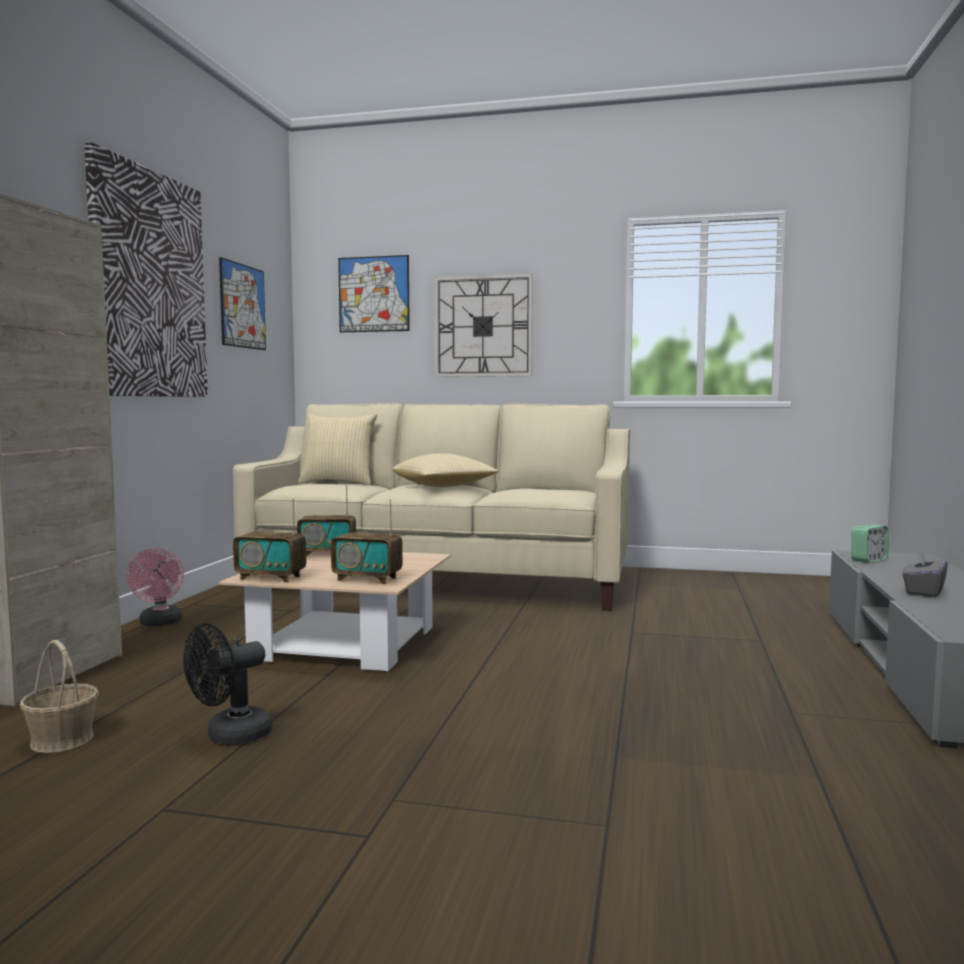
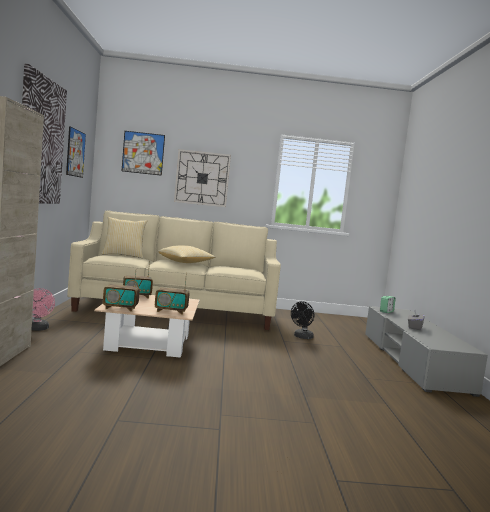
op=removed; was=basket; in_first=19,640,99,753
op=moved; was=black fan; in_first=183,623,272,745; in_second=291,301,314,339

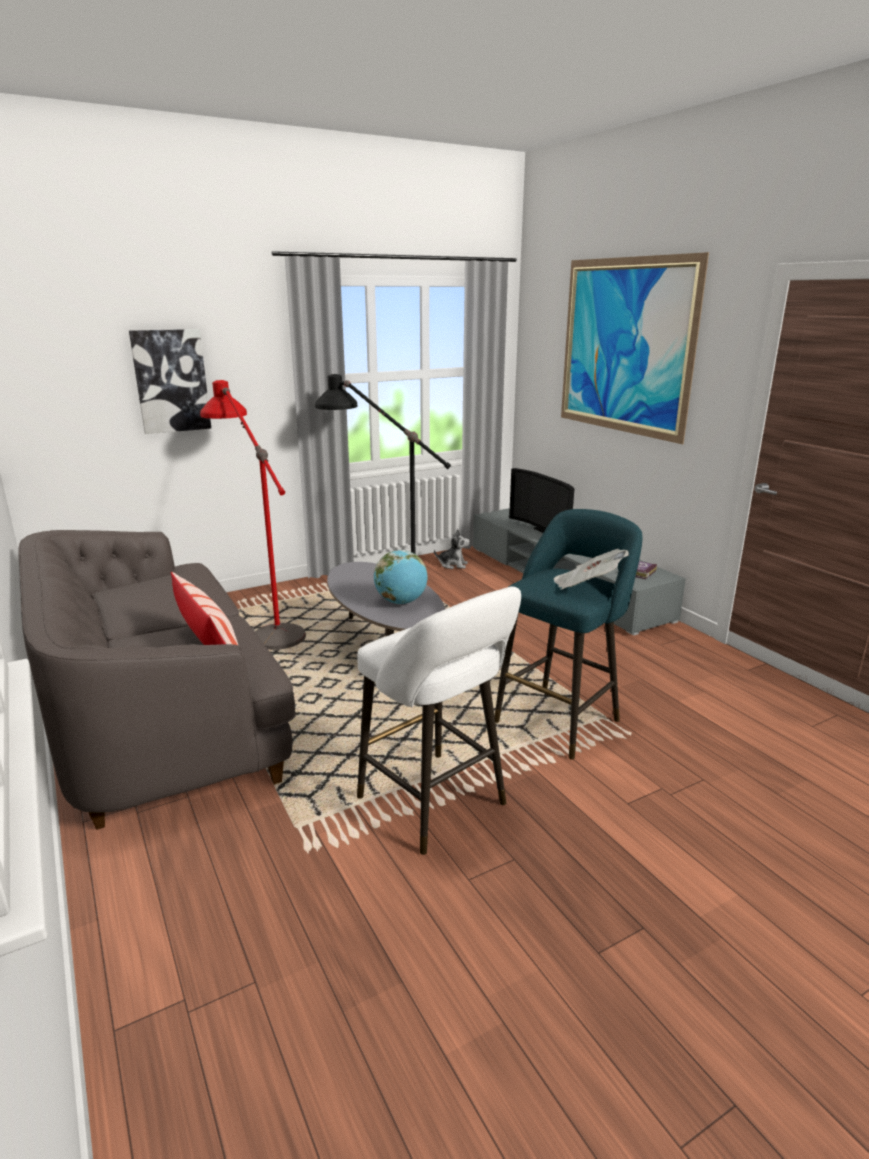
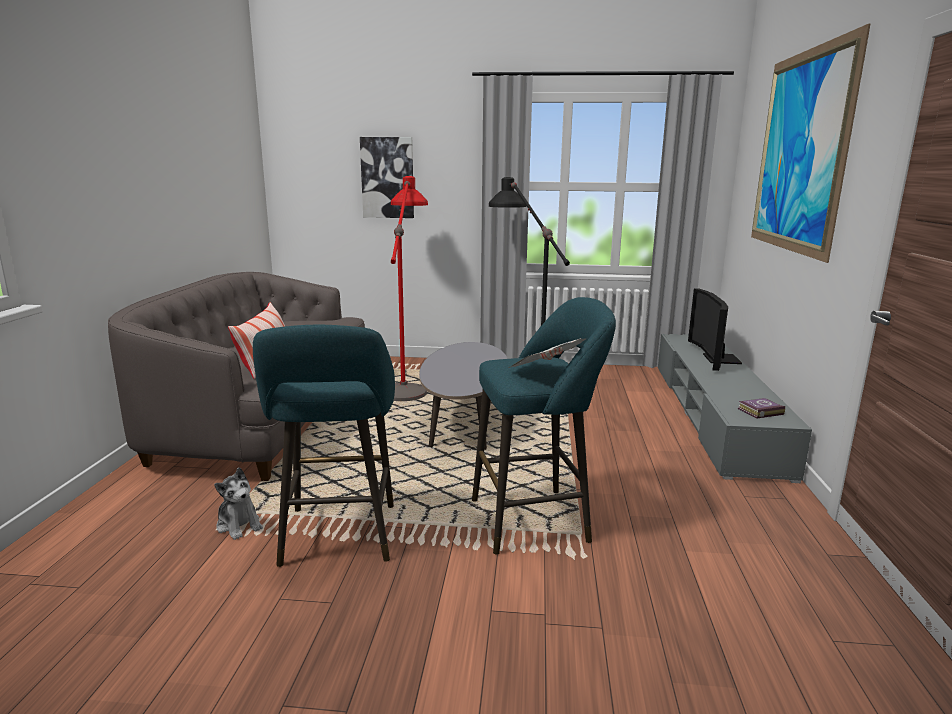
op=recoloured; was=white stool; now=turquoise stool; in_first=357,586,521,855; in_second=253,325,395,567
op=removed; was=globe; in_first=374,550,428,604
op=moved; was=plush toy; in_first=434,529,470,569; in_second=214,467,263,540

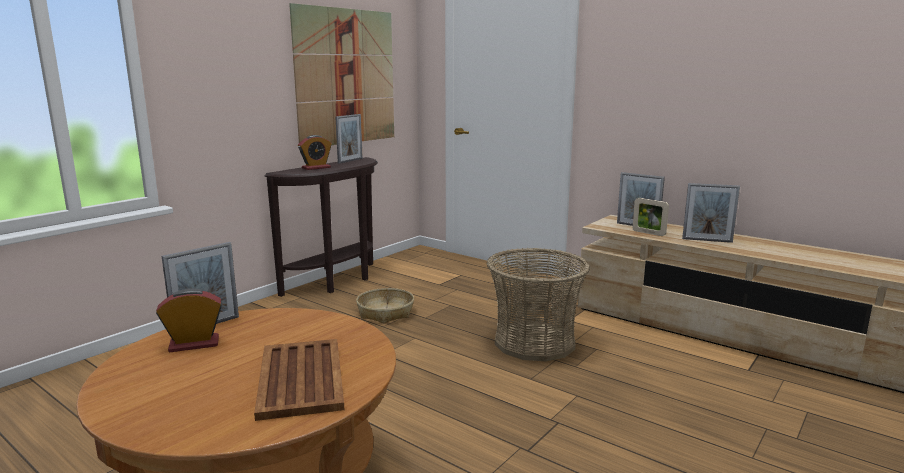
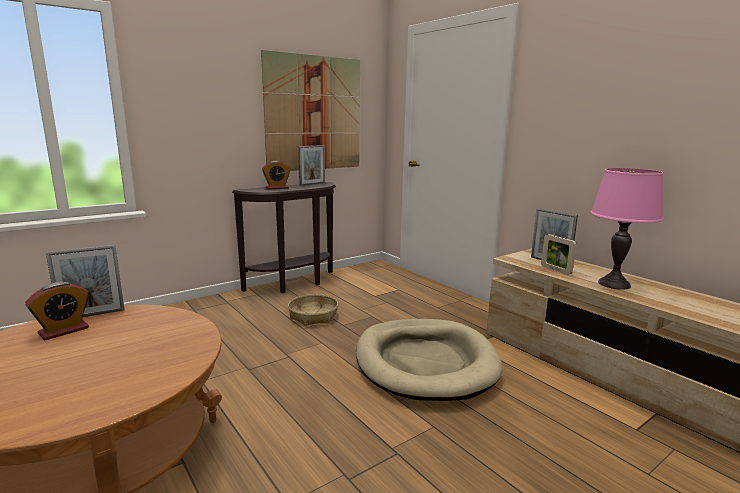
op=turned; was=alarm clock; in_first=156,288,222,352; in_second=25,282,89,340; clockwise=135
op=removed; was=brown tray; in_first=254,339,344,421
op=replaced; was=basket; now=beige dog bed; in_first=487,248,590,361; in_second=356,319,502,401
op=replaced; was=picture frame; now=pink table lamp; in_first=682,183,740,243; in_second=590,168,664,290

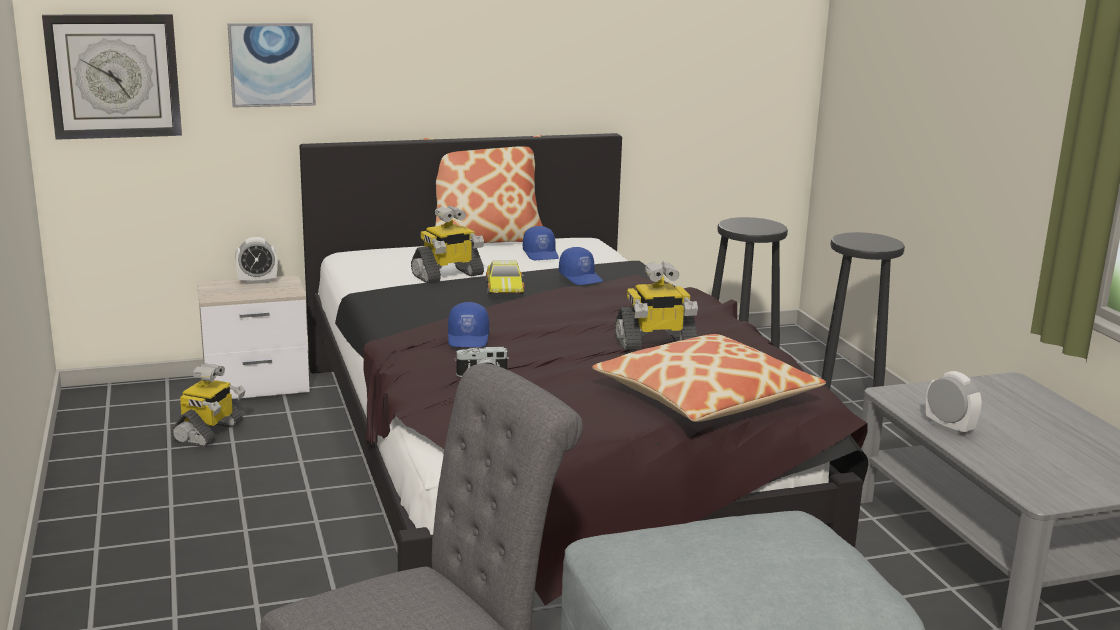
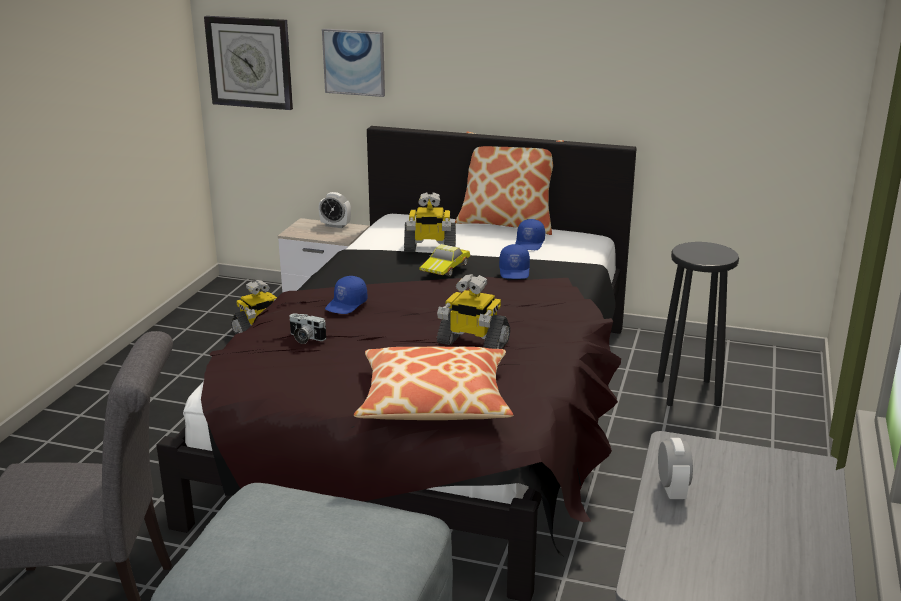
op=removed; was=black stool; in_first=822,232,905,389

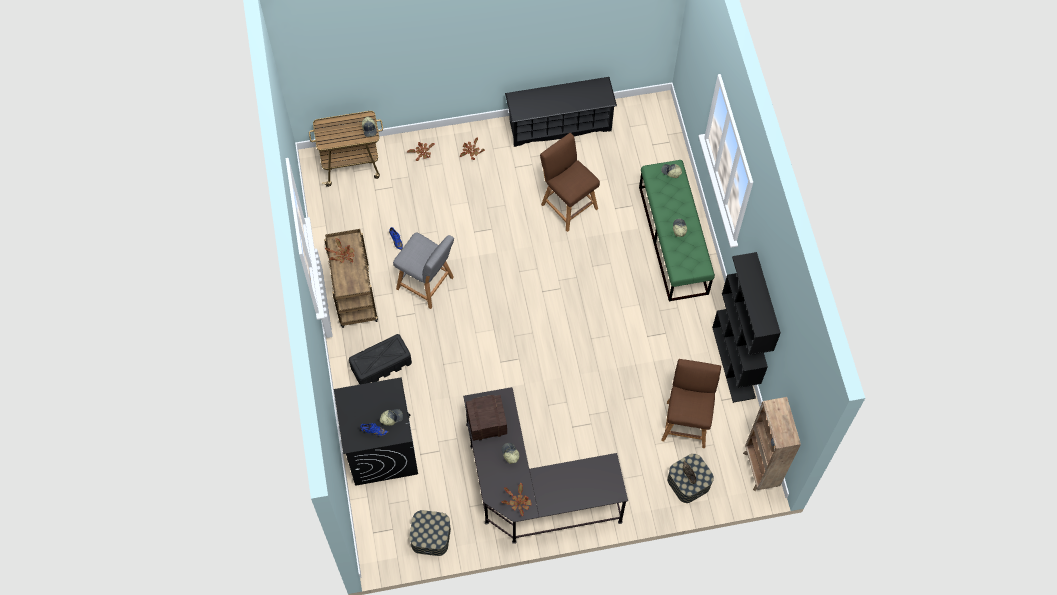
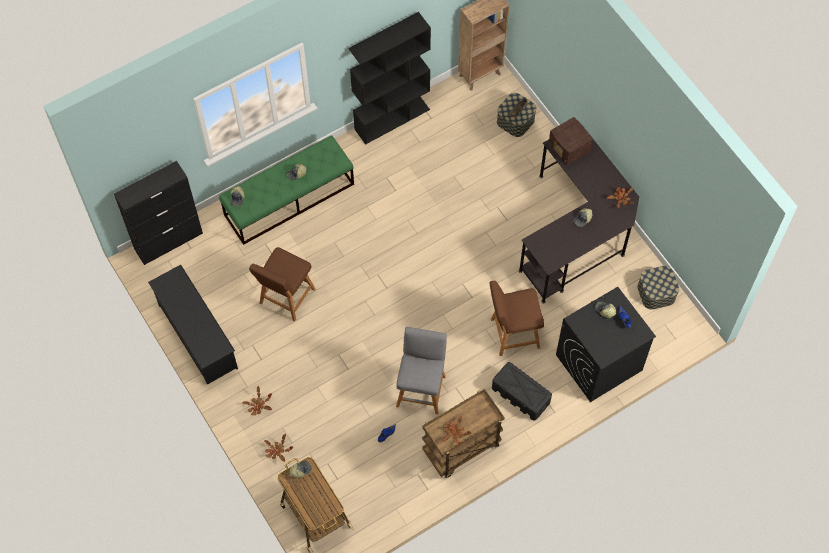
op=moved; was=radio; in_first=466,395,507,441; in_second=549,117,593,165
op=moved; was=brown stool; in_first=661,359,721,448; in_second=489,281,544,356
op=added; now=black cabinet; in_second=114,161,203,265

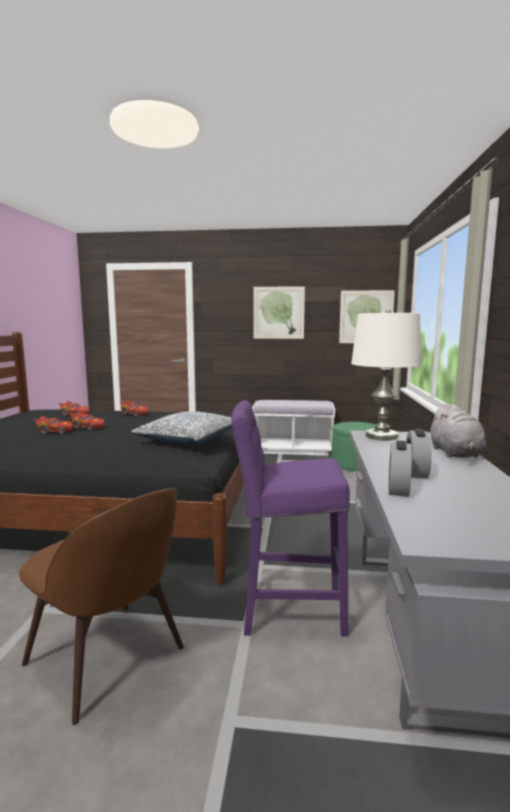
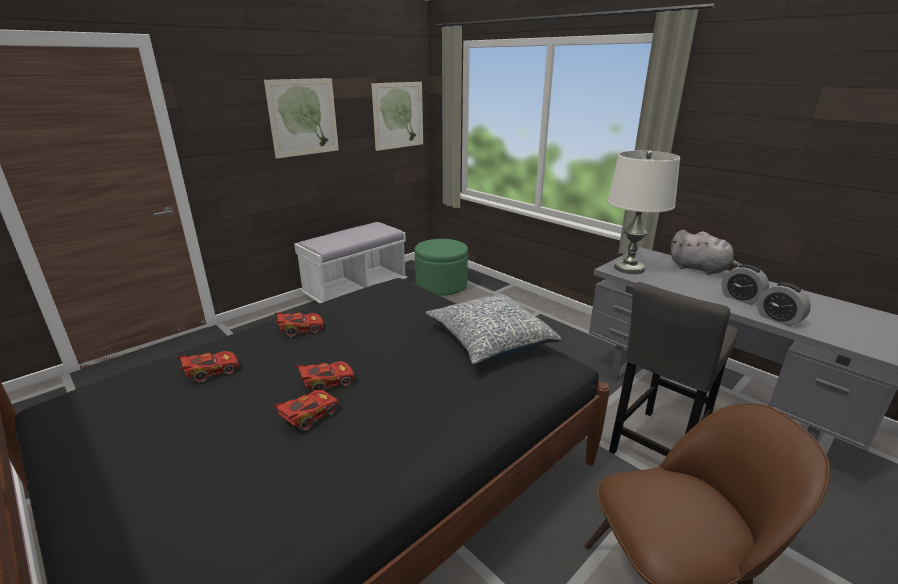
op=recoloured; was=purple stool; now=grey stool; in_first=231,400,350,637; in_second=609,282,738,456

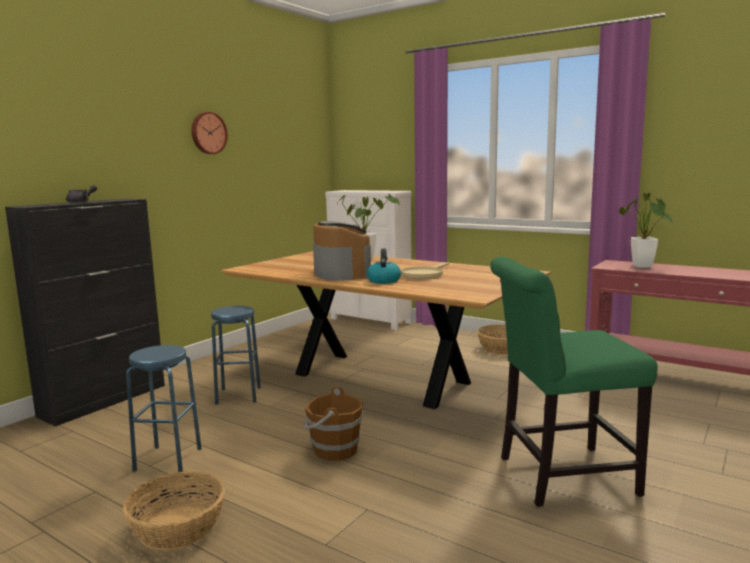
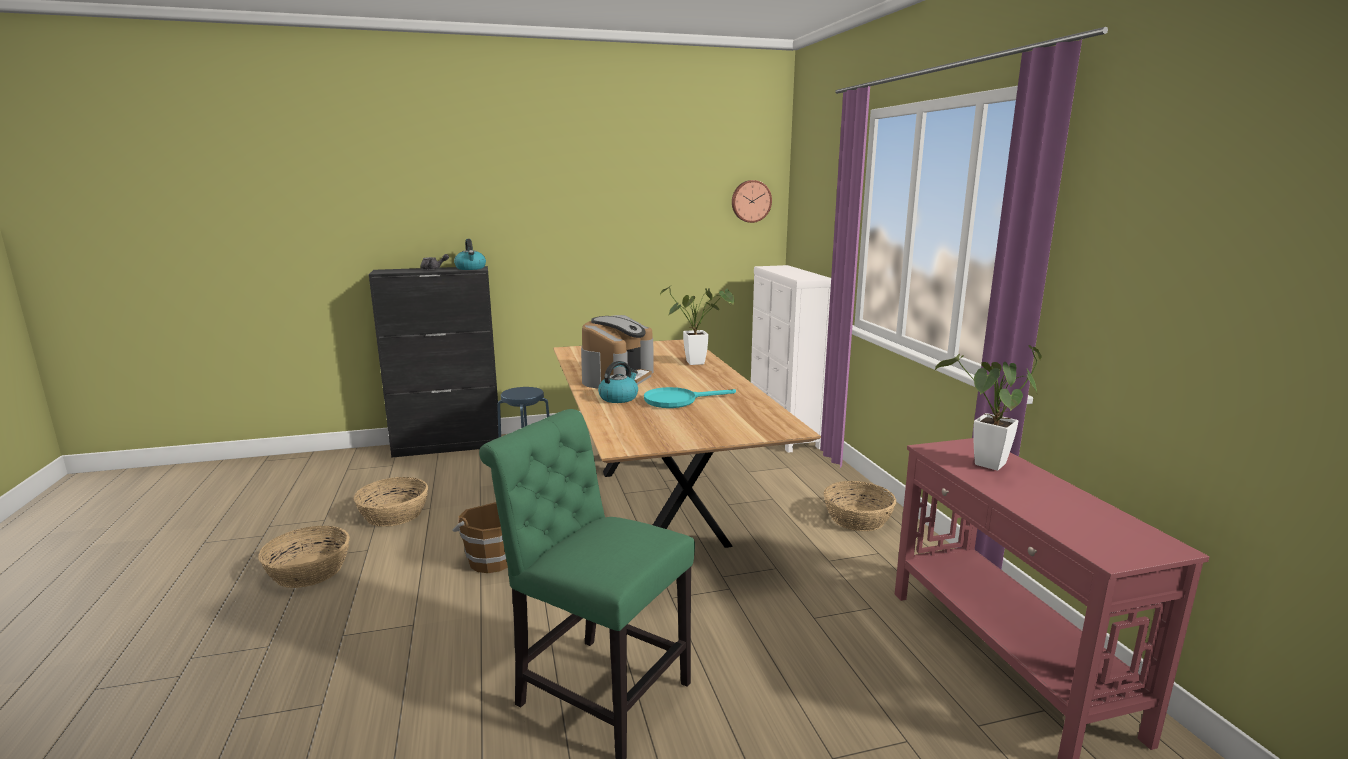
op=replaced; was=blue stool; now=basket; in_first=126,345,202,472; in_second=354,477,428,527
op=moved; was=wall clock; in_first=192,112,228,154; in_second=732,180,772,223
op=recoloured; was=beige frying pan; now=turquoise frying pan; in_first=401,262,449,279; in_second=644,387,736,408
op=added; now=kettle; in_second=454,239,486,270

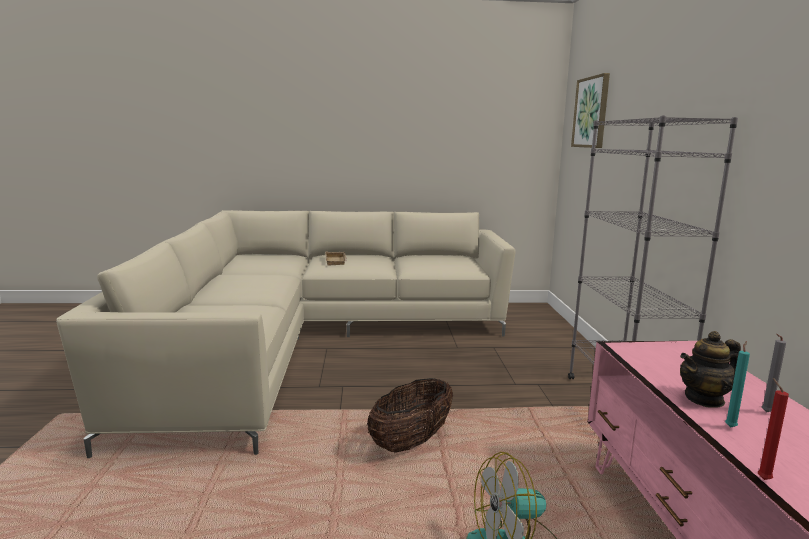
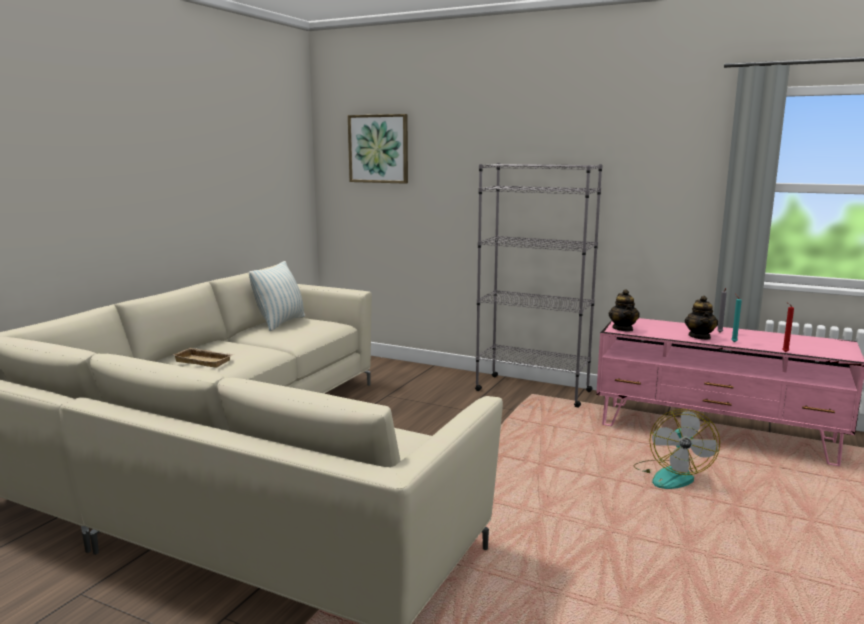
op=removed; was=basket; in_first=367,378,453,453
op=added; now=pillow; in_second=249,261,305,331
op=added; now=teapot; in_second=608,289,640,332

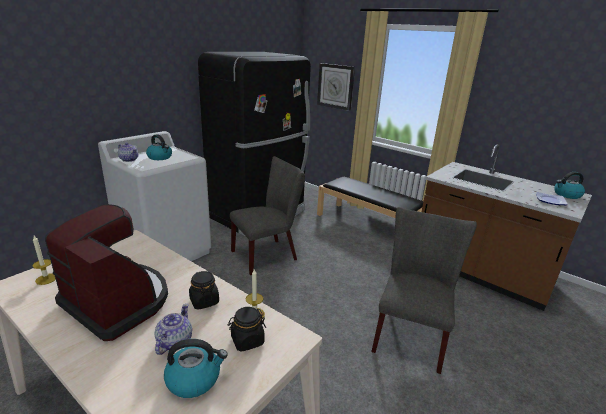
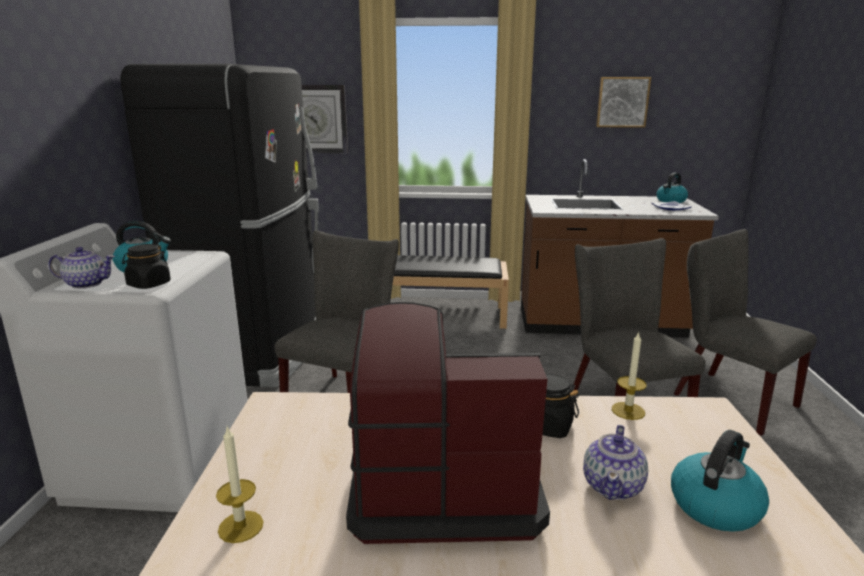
op=turned; was=teapot; in_first=155,304,192,355; in_second=583,425,648,500; clockwise=-135
op=moved; was=black jar; in_first=227,307,266,352; in_second=122,244,171,289
op=added; now=picture; in_second=596,77,651,128
op=added; now=grey chair; in_second=674,229,817,436

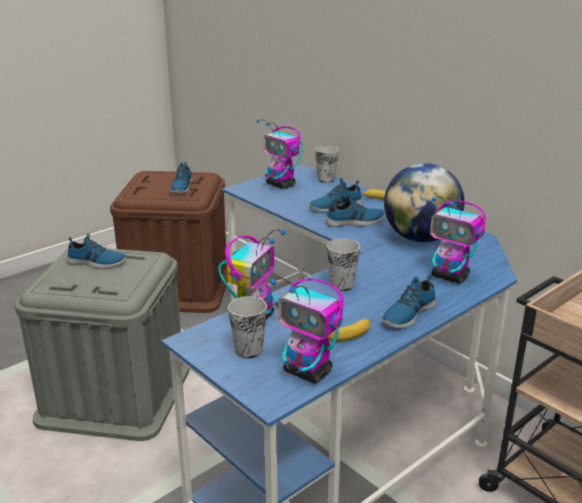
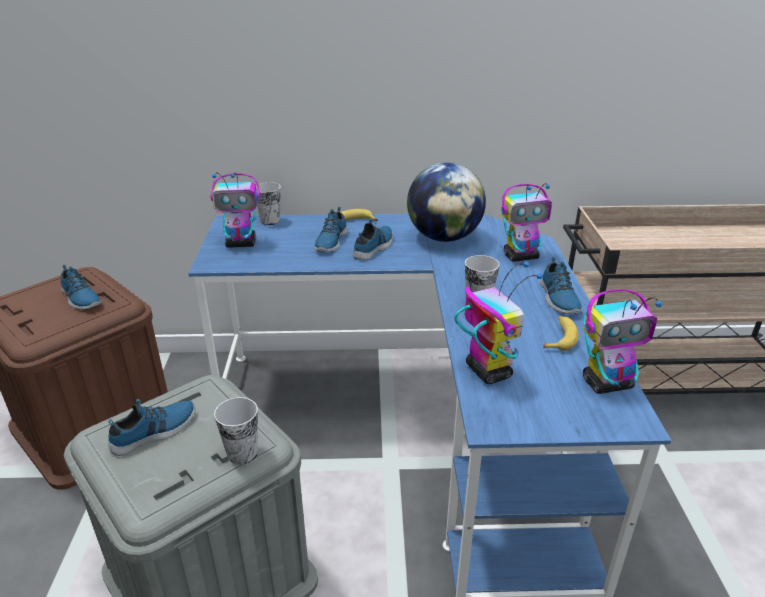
op=moved; was=cup; in_first=228,296,267,358; in_second=214,397,258,465

